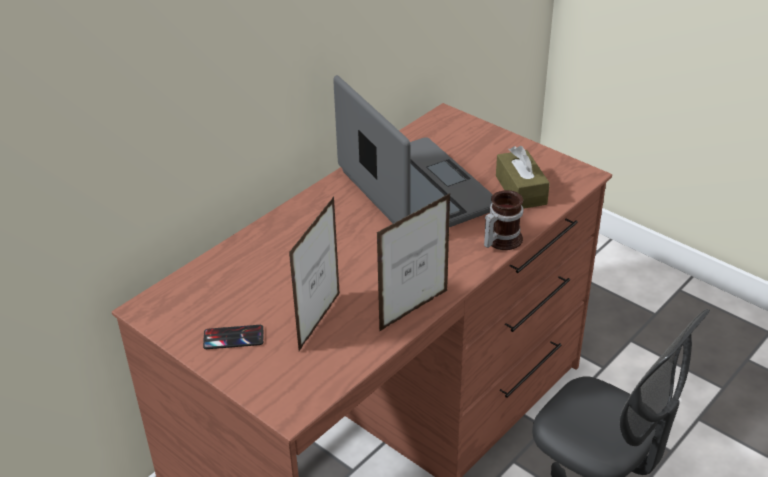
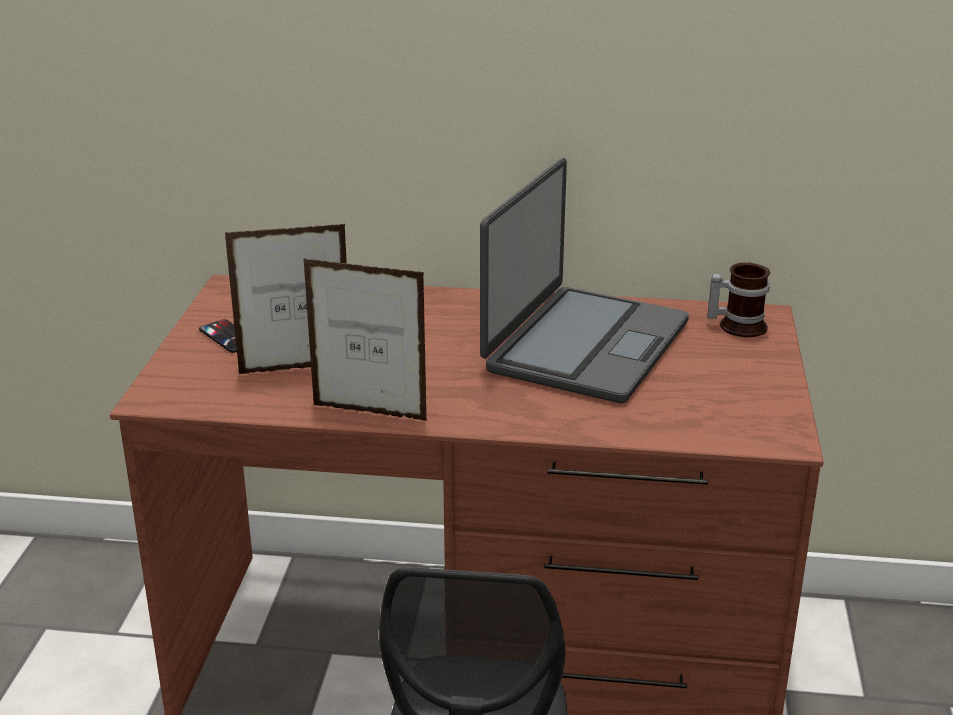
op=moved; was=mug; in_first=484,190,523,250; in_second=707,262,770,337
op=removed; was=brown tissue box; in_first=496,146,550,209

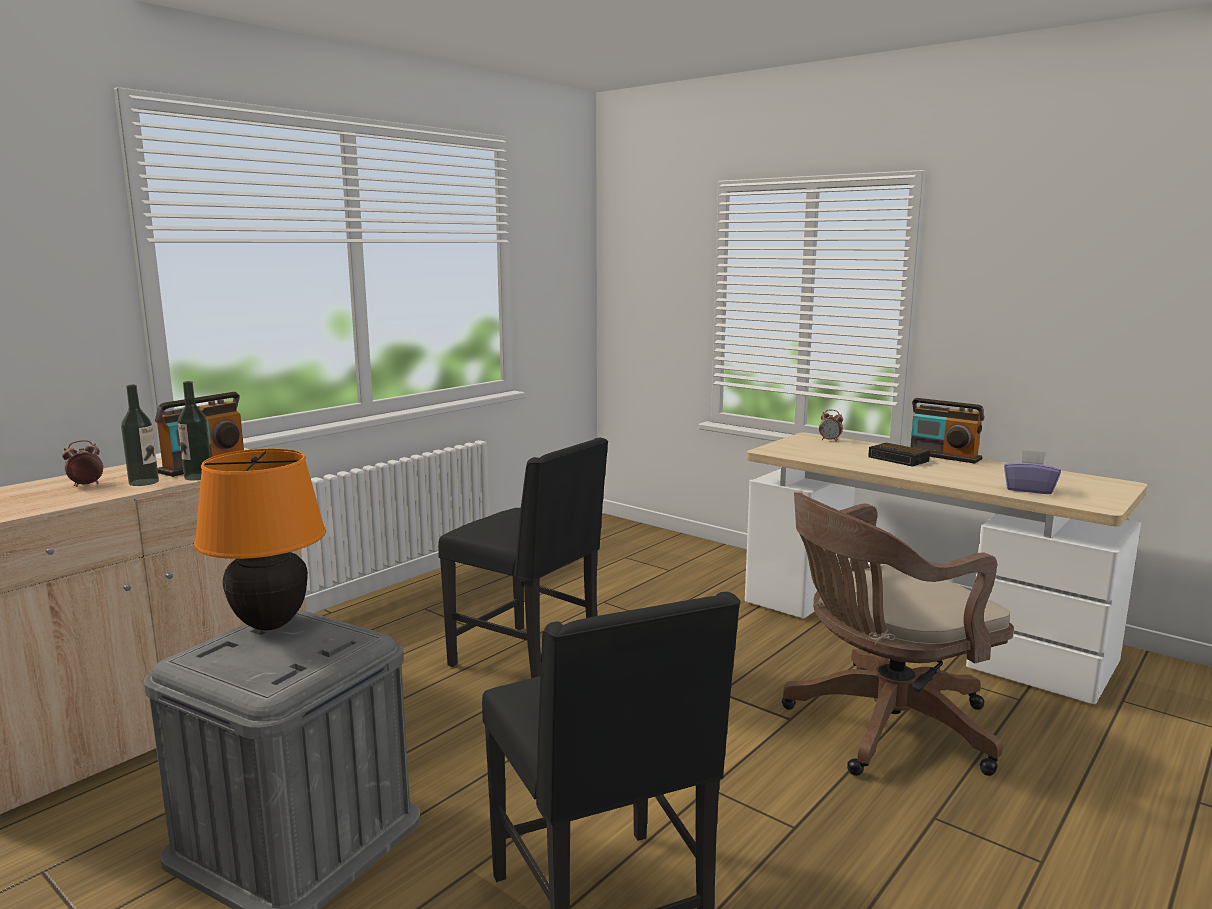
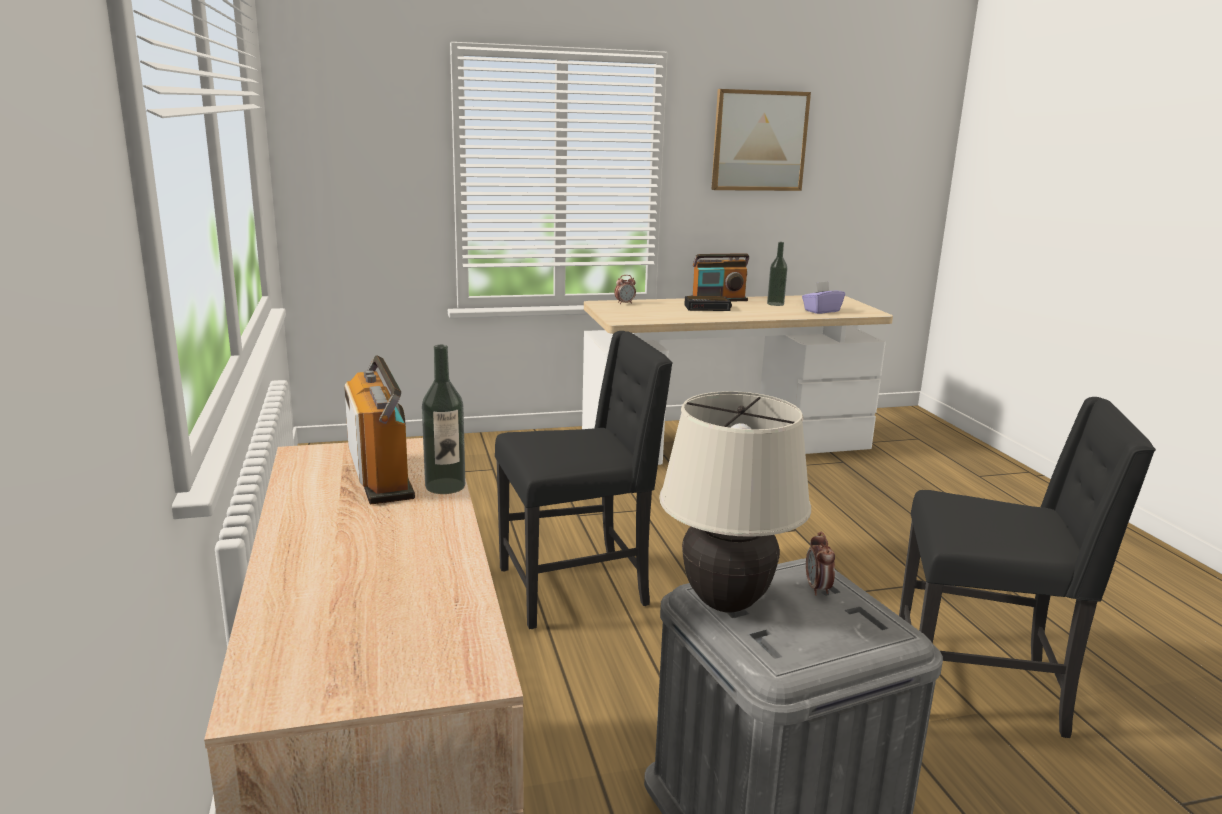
op=moved; was=alarm clock; in_first=62,440,103,487; in_second=806,532,835,596
op=moved; was=bottle; in_first=121,385,159,486; in_second=767,242,787,306
op=recoloured; was=orange table lamp; now=beige table lamp; in_first=194,449,326,630; in_second=659,391,811,613
op=removed; was=brown office chair; in_first=782,492,1014,776
op=added; now=picture; in_second=711,89,811,191

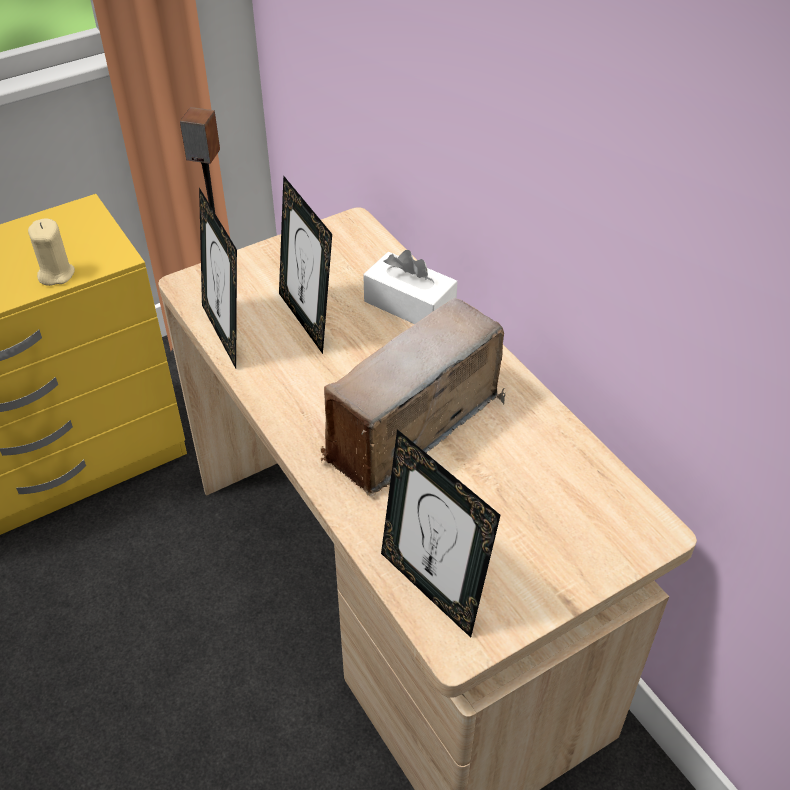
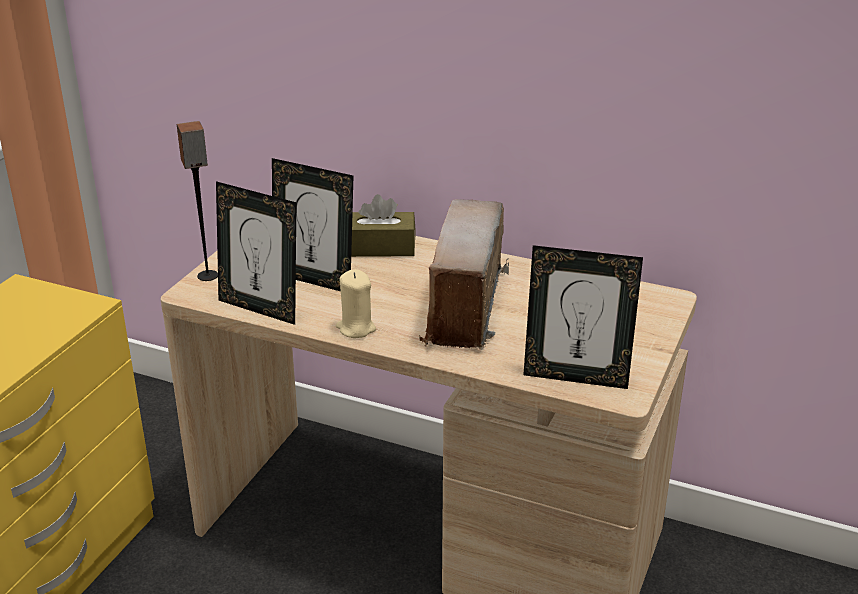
op=moved; was=beige candle; in_first=28,219,75,286; in_second=336,269,376,338
op=recoloured; was=white tissue box; now=brown tissue box; in_first=363,250,458,324; in_second=351,194,416,257

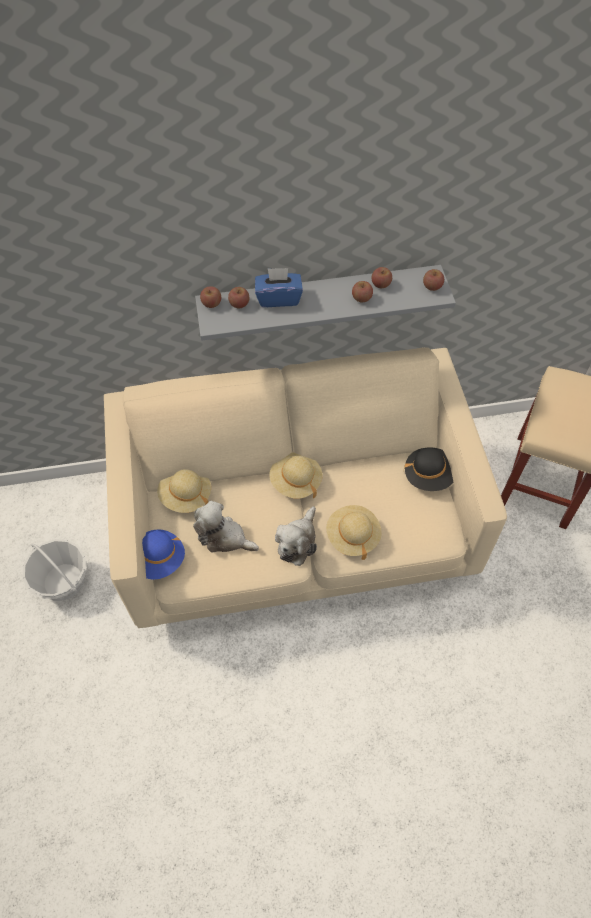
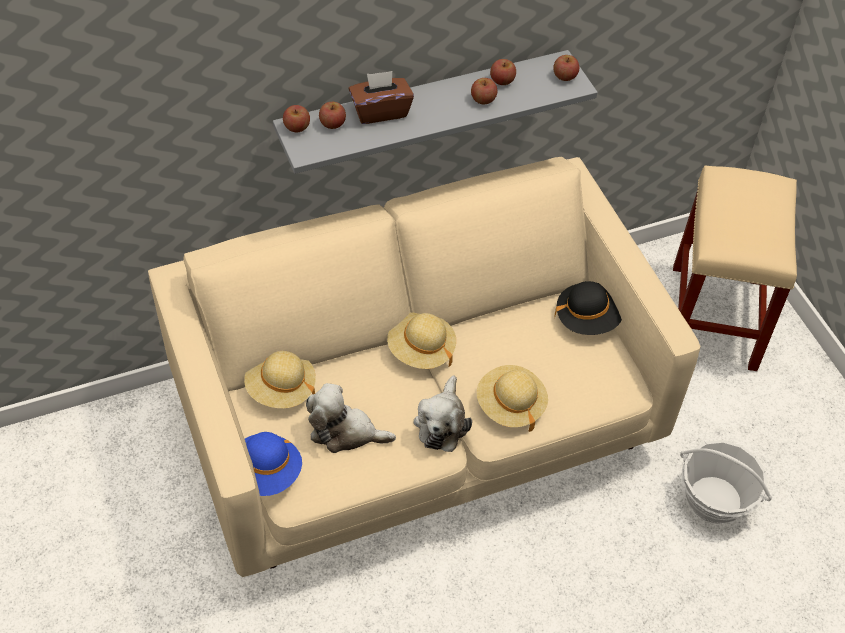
op=moved; was=basket; in_first=23,539,87,601; in_second=680,440,772,524
op=recoloured; was=blue tissue box; now=brown tissue box; in_first=255,268,303,307; in_second=349,71,414,124

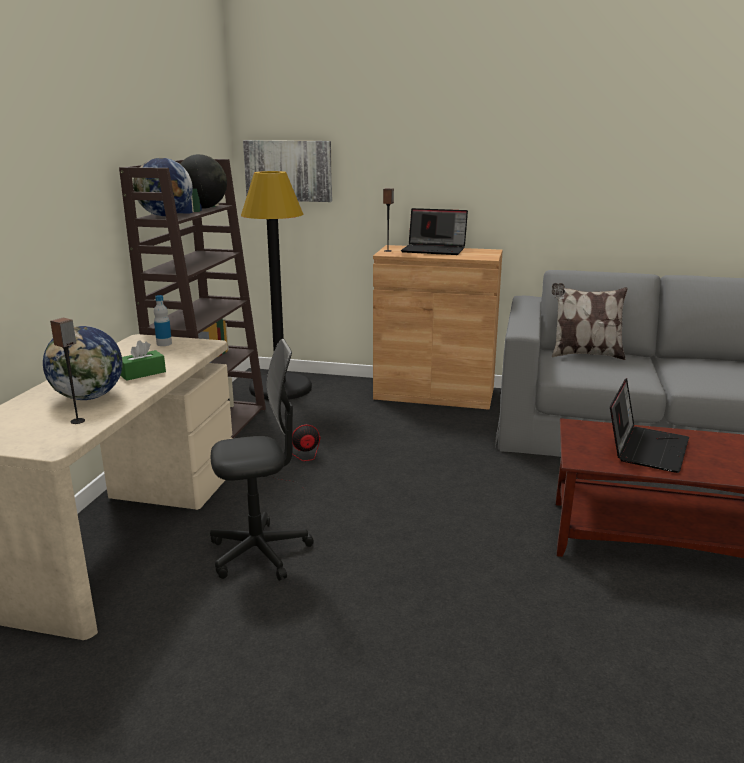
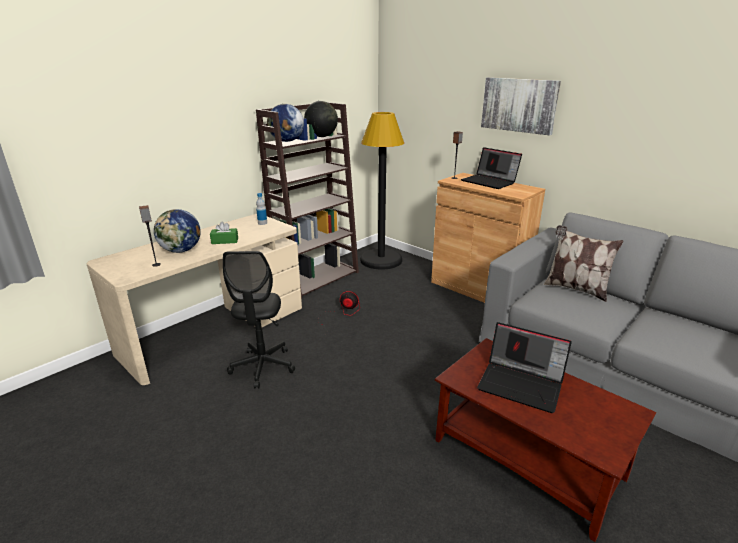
op=turned; was=black office chair; in_first=210,339,314,581; in_second=223,251,295,389; clockwise=75
op=moved; was=picture; in_first=243,140,332,202; in_second=481,77,561,135
op=turned; was=laptop; in_first=610,378,689,473; in_second=477,322,572,413; clockwise=60

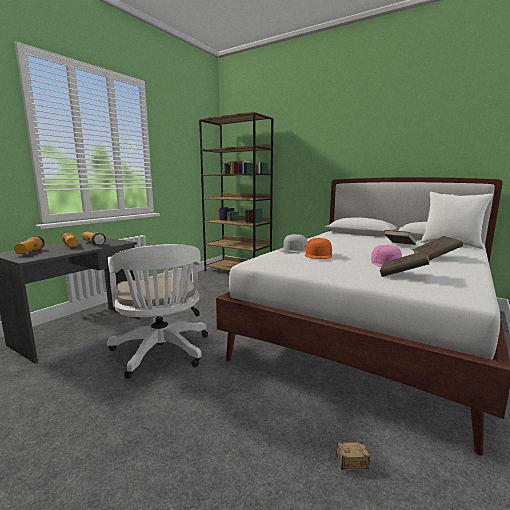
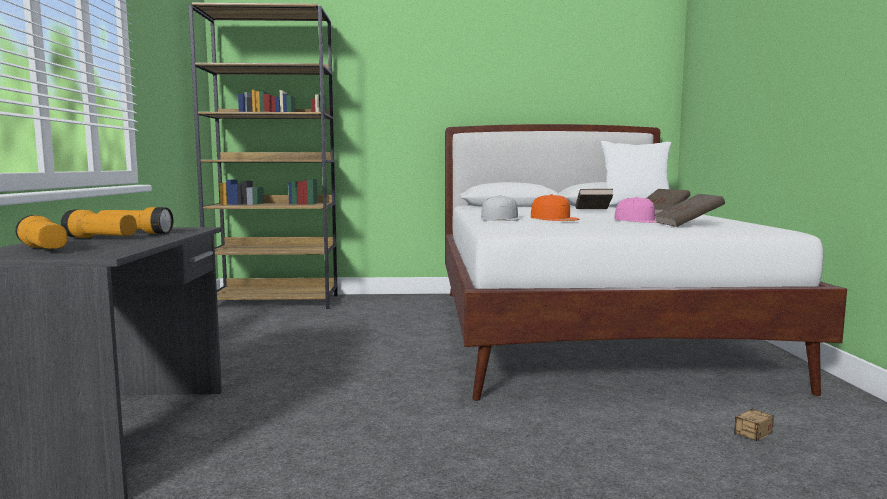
op=removed; was=white office chair; in_first=107,244,208,379

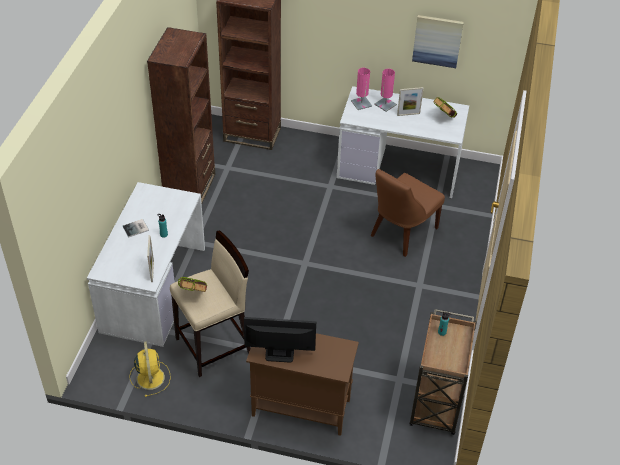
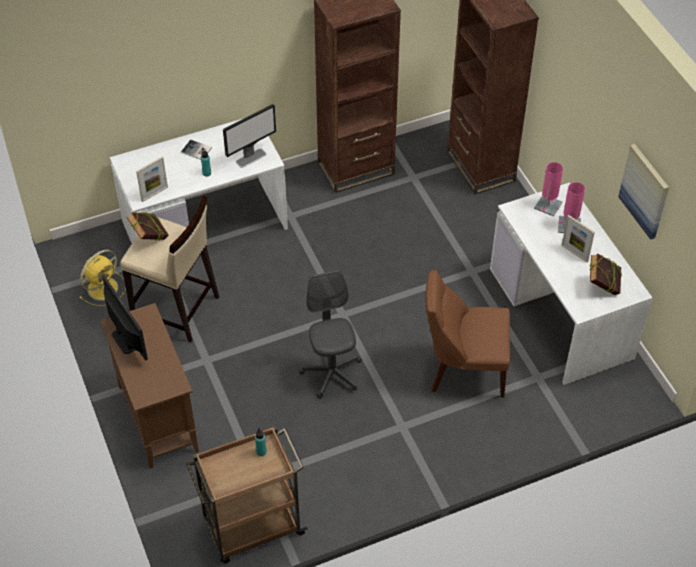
op=added; now=monitor; in_second=223,104,276,168
op=added; now=grey office chair; in_second=299,271,362,399

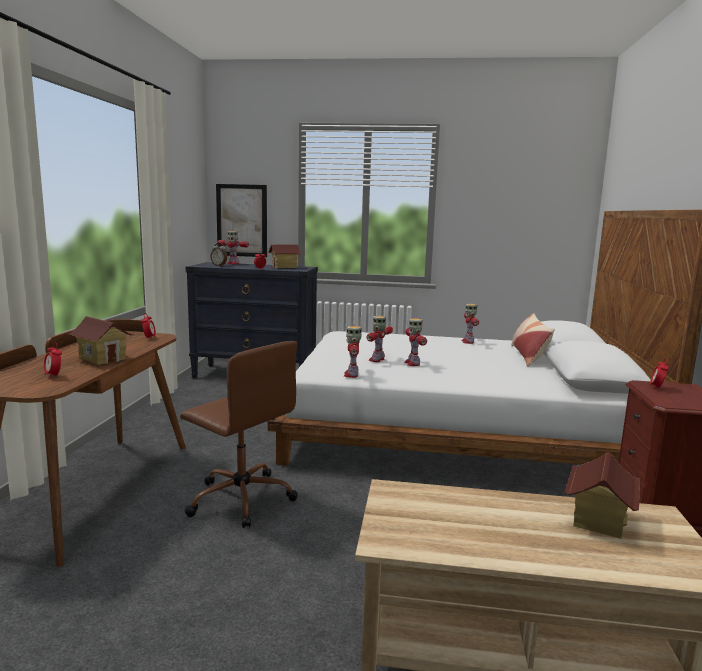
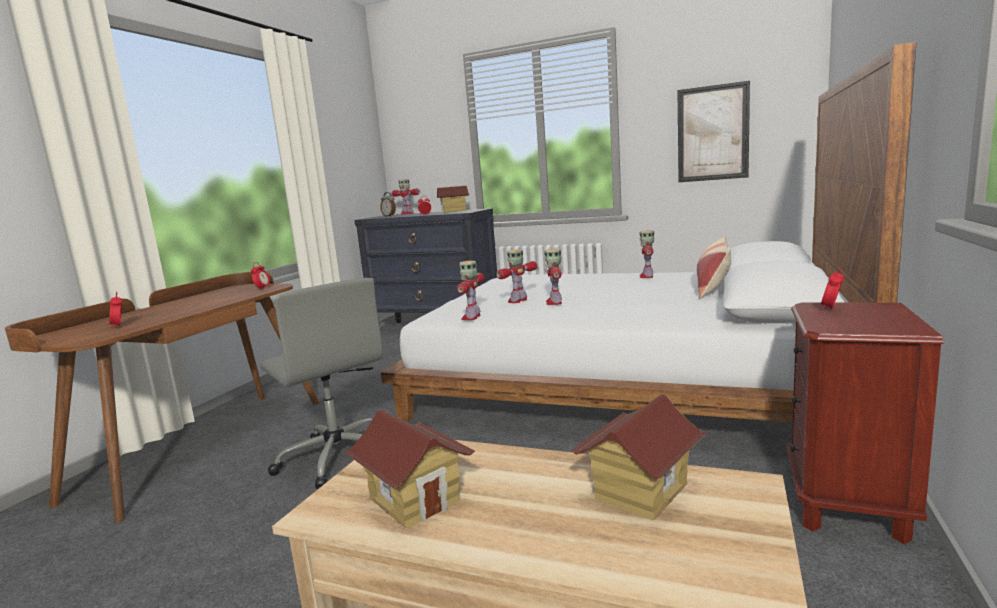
op=moved; was=toy house; in_first=69,316,134,365; in_second=344,410,475,529
op=recoloured; was=brown office chair; now=grey office chair; in_first=180,341,298,528; in_second=260,278,383,489
op=moved; was=picture; in_first=216,184,267,257; in_second=677,81,750,182

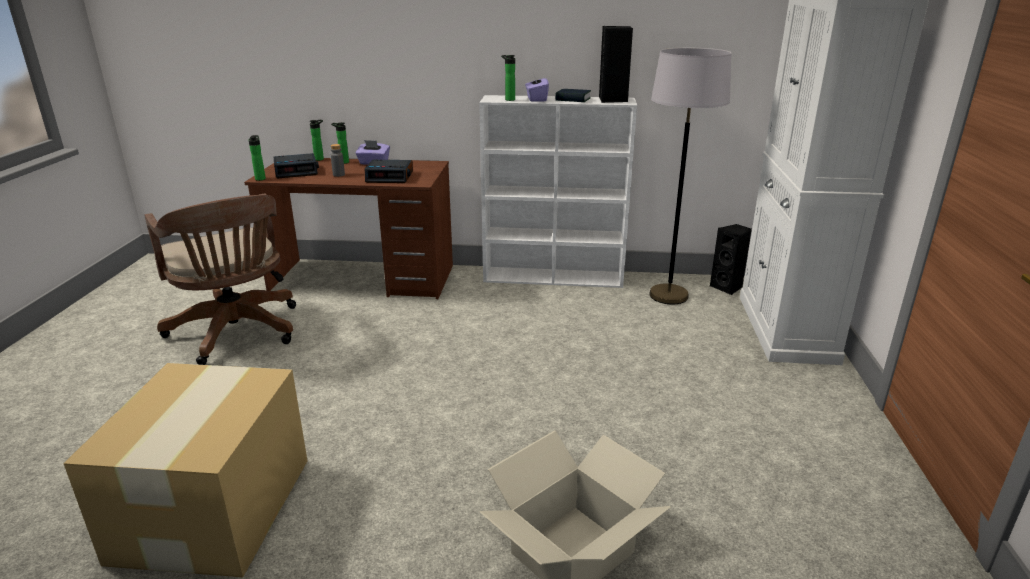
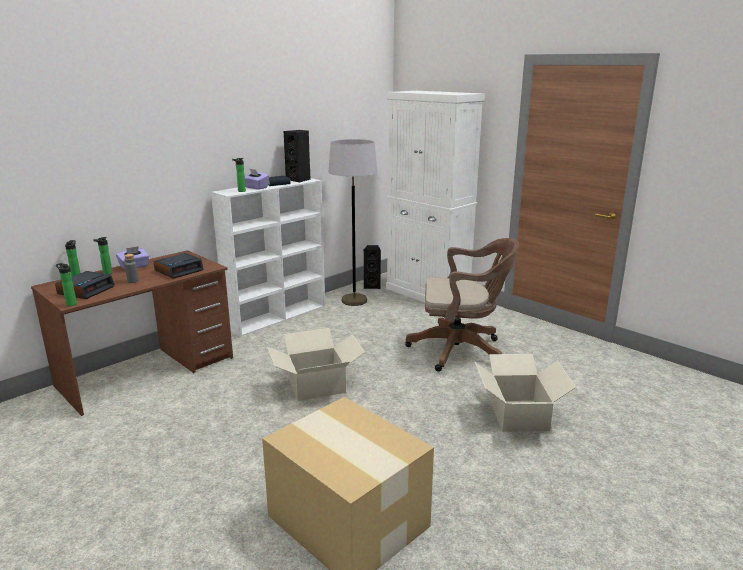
op=moved; was=brown office chair; in_first=144,194,296,365; in_second=405,238,519,372
op=added; now=cardboard box; in_second=267,328,365,401

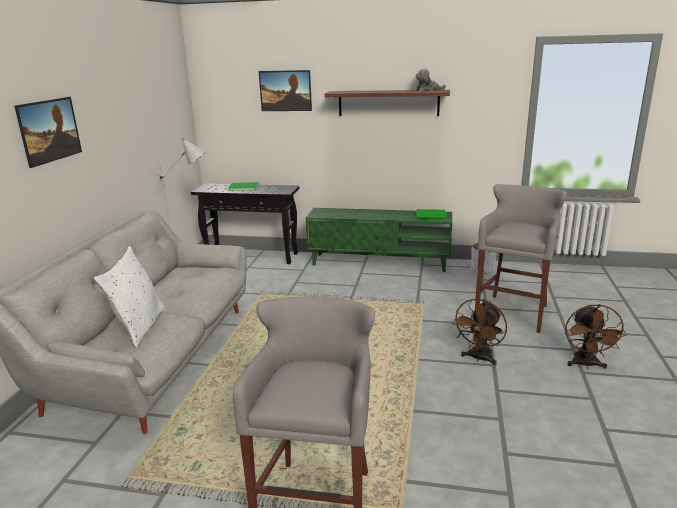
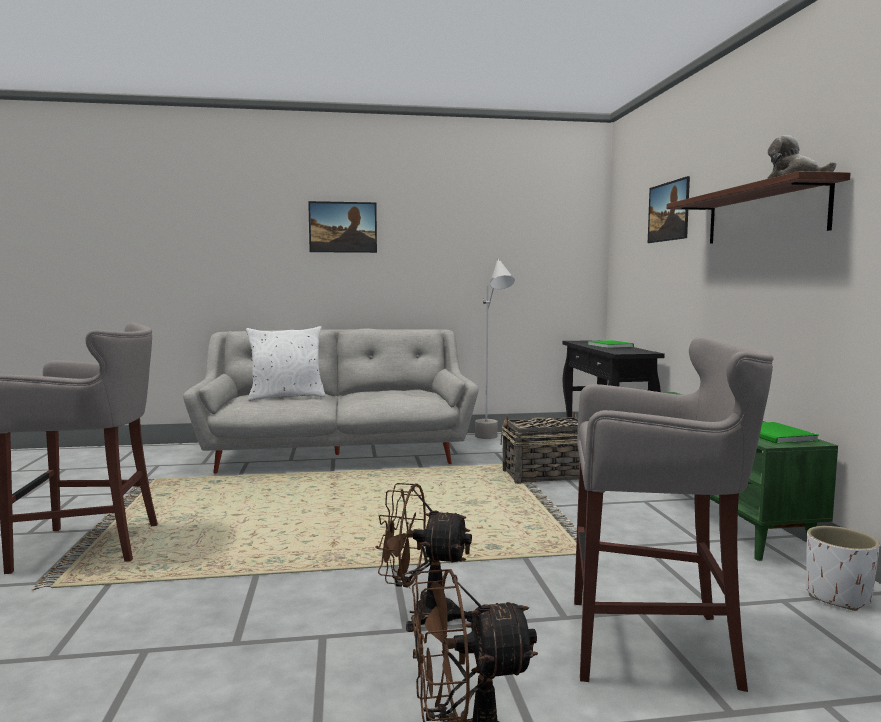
op=added; now=basket; in_second=501,412,580,484

